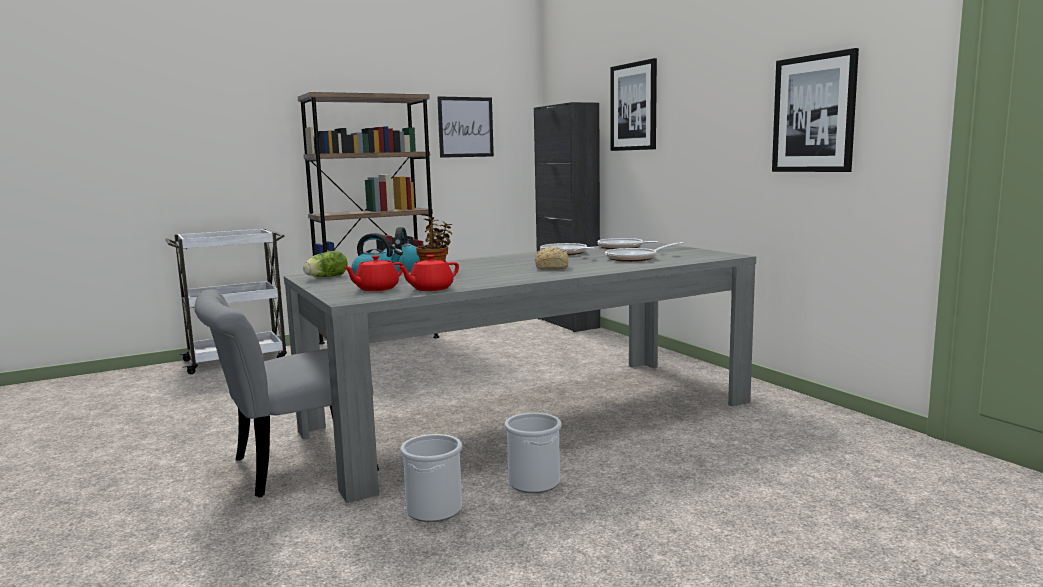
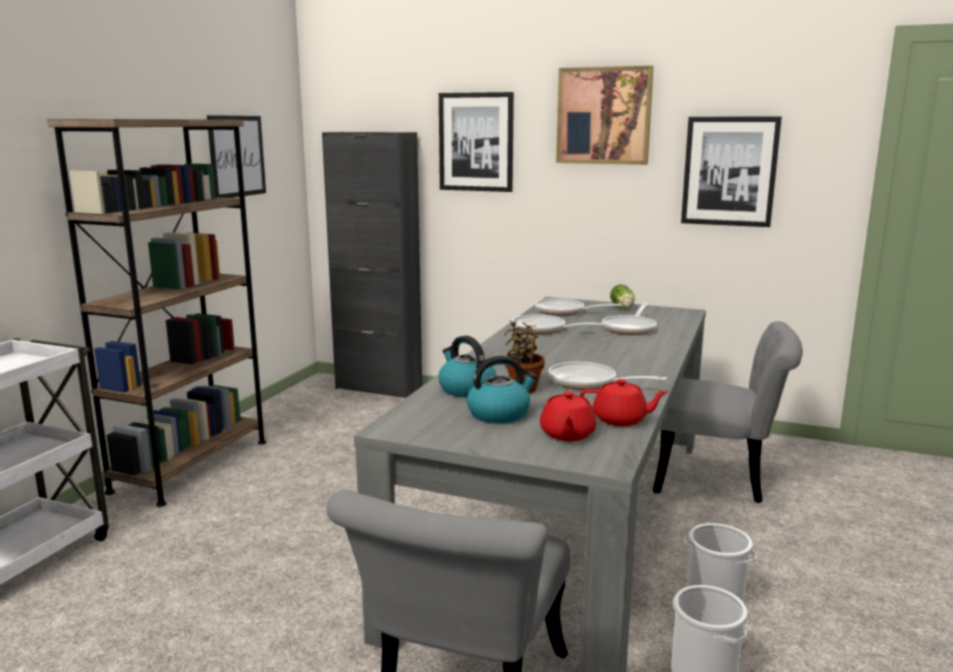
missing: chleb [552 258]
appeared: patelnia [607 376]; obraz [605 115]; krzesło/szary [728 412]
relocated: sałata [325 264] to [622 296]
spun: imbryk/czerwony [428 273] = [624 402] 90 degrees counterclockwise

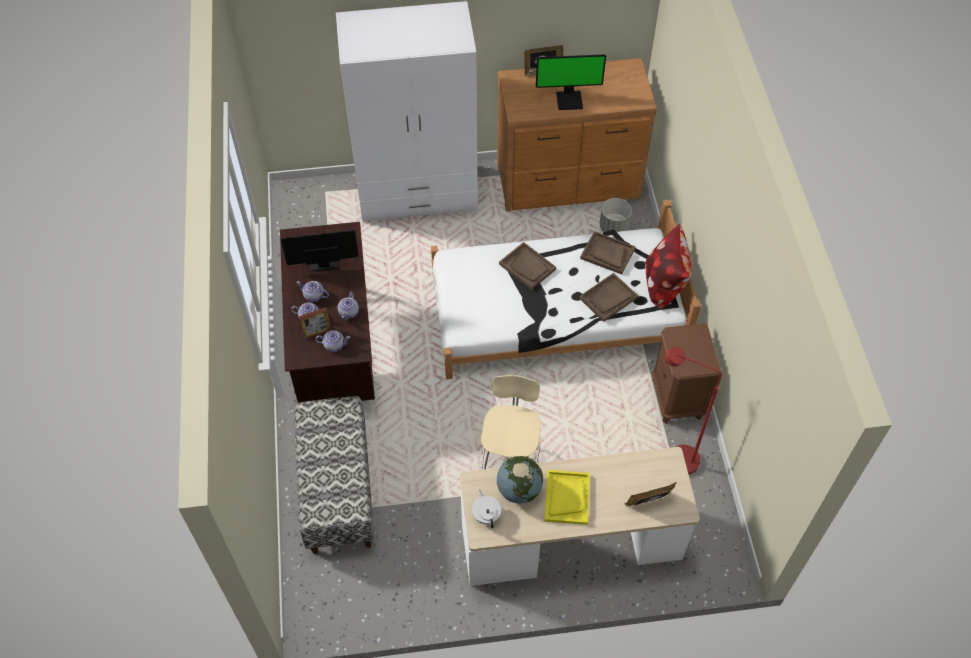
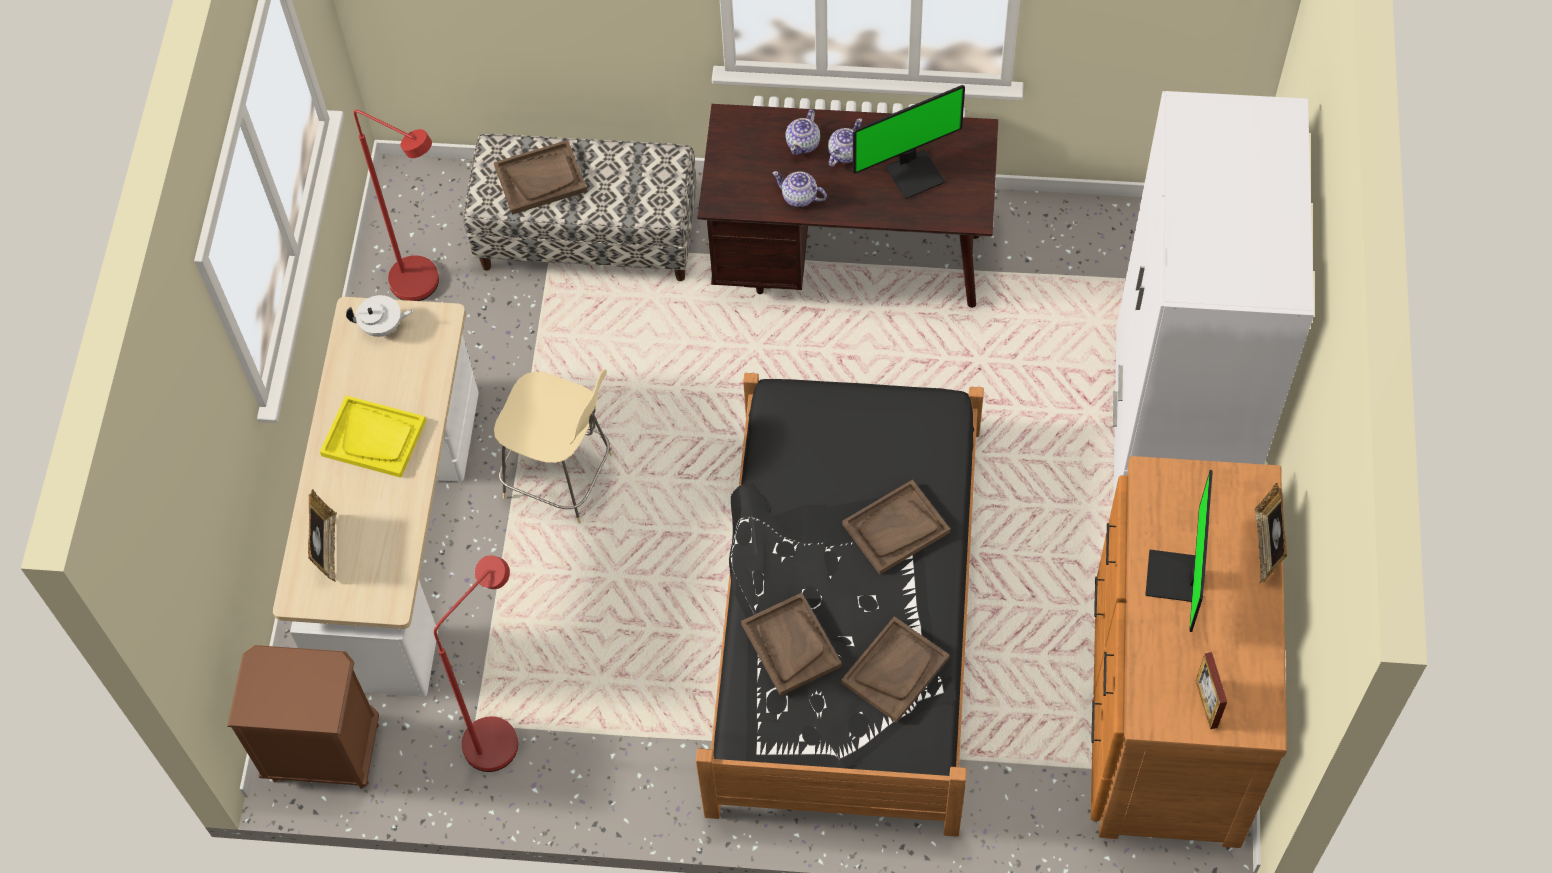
missing: imbryk [333 341]; globus [520 480]; donica/szary [616 215]; poduszka [668 266]
appeared: lampa stojąca/czerwony [396 205]; taca/brązowy [540 177]
relocated: ramka na zdjęcie [315 323] to [1211 690]; szafka nocna/brązowy [686 373] to [303 717]
colour: łóżko/biały [566 289] to łóżko/czarny [840 605]
spun: monitor [320 251] = [909 142] 60 degrees clockwise

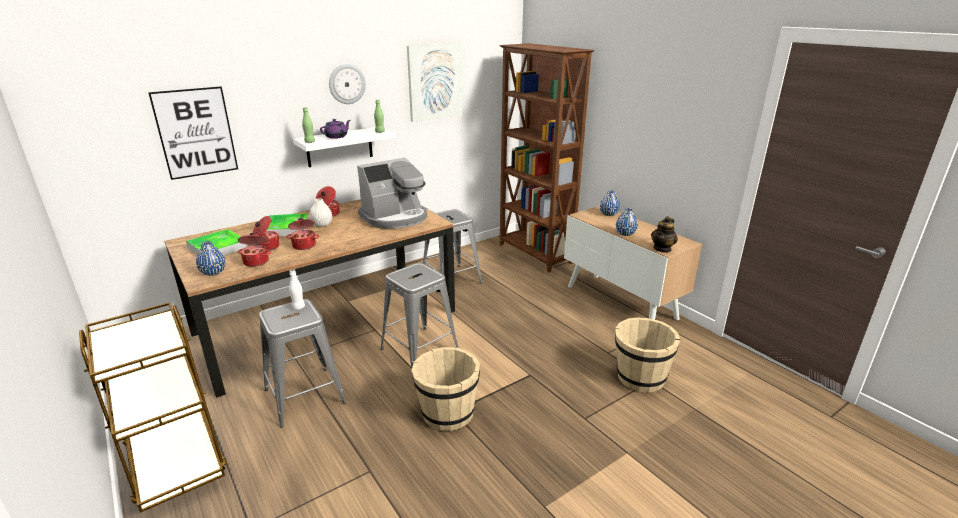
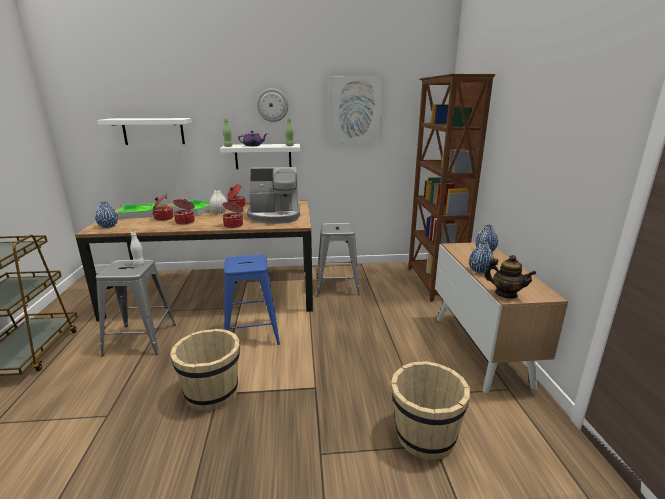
relocated: garnek [254 250] to [233 215]
exchanged: obraz [193 133] to półka/biały [144 131]
colour: stołek/szary [419 319] to stołek/niebieski [252 299]
spun: imbryk [664 234] = [510 276] 120 degrees counterclockwise

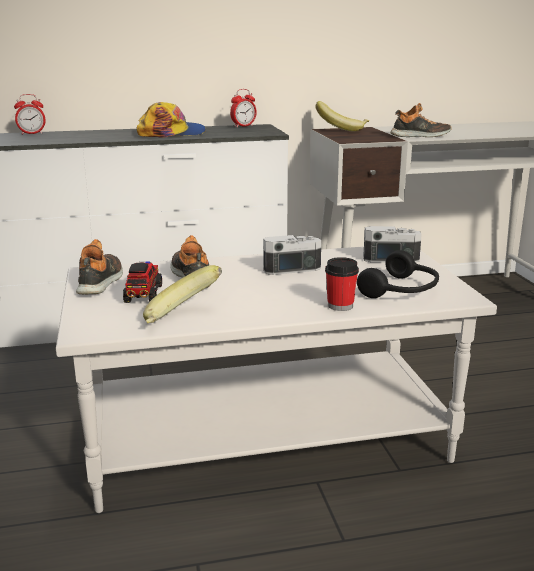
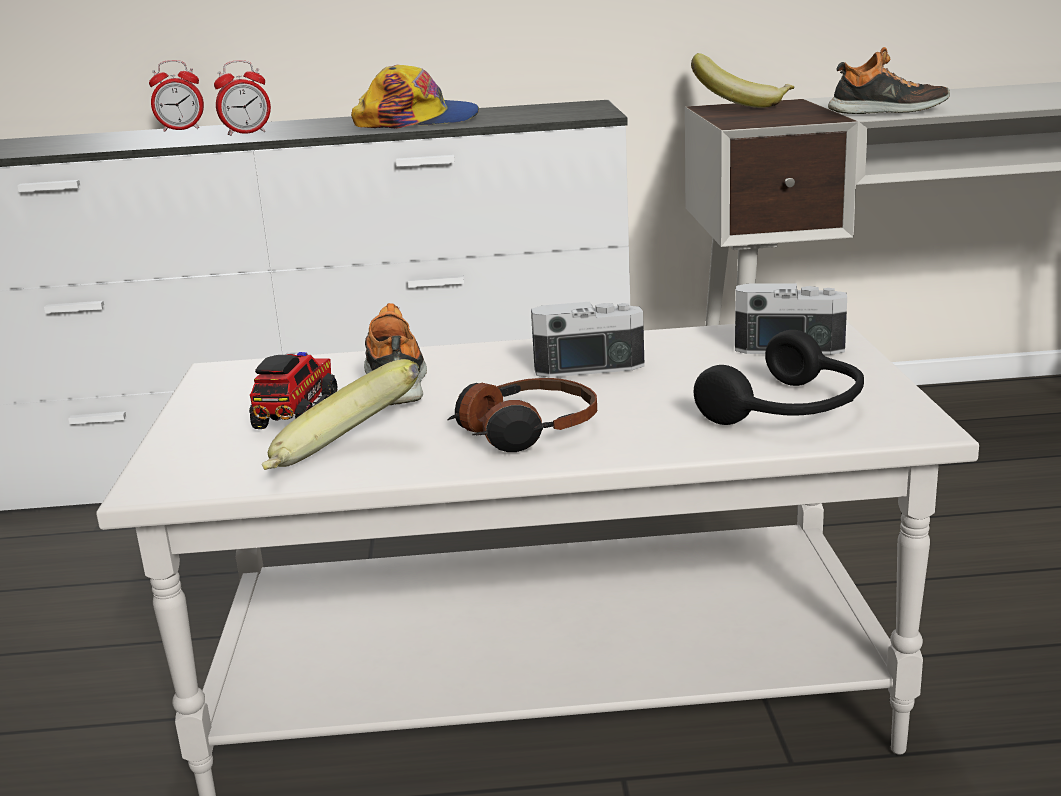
missing: but [99 266]; filiżanka [342 284]
appeared: słuchawki [522 415]
relocated: budzik [243 108] to [242 98]

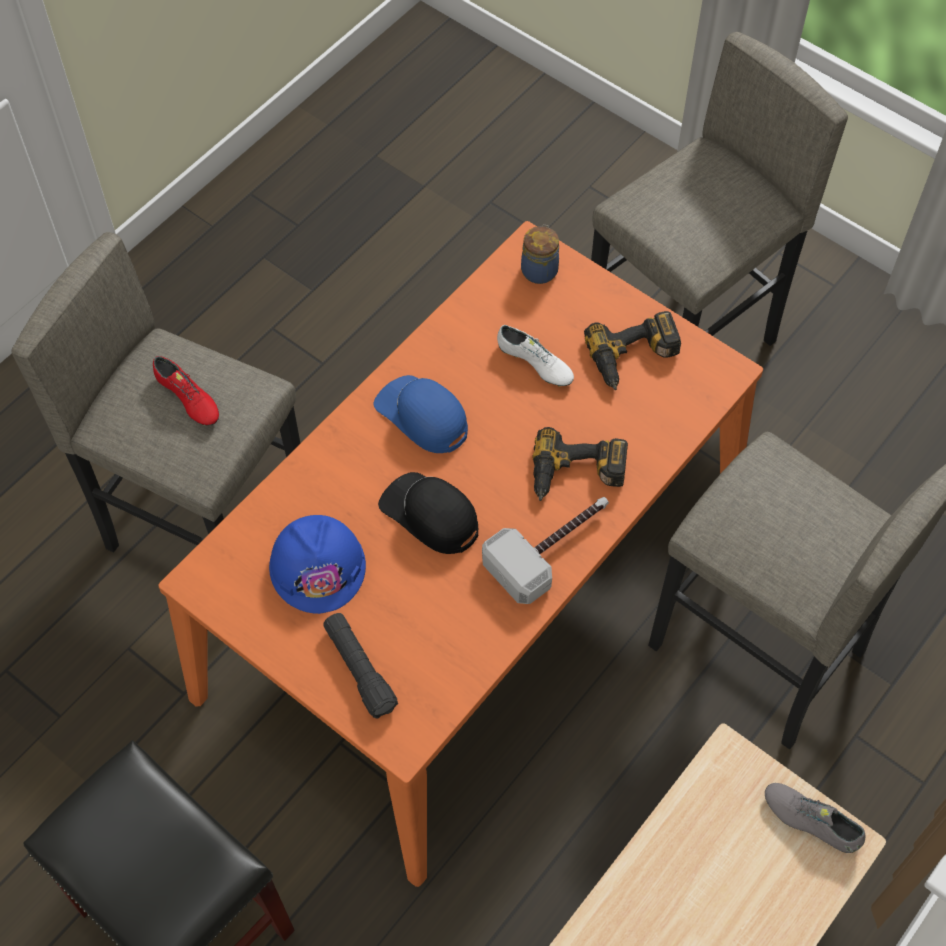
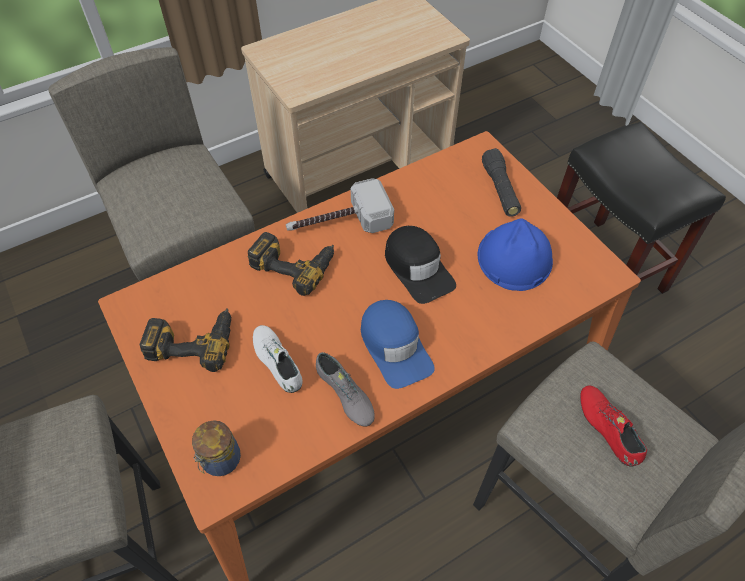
relocated: but/szary [815 818] to [345 389]

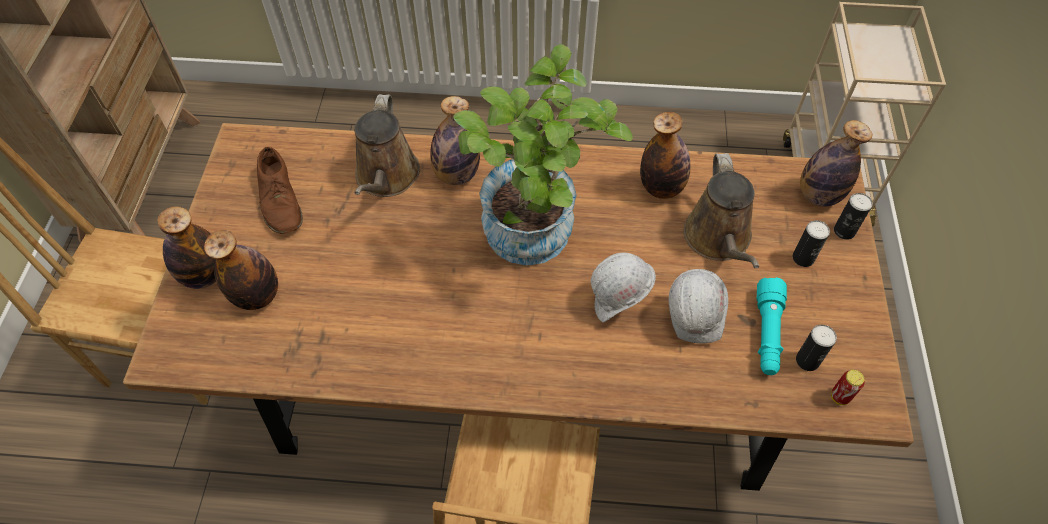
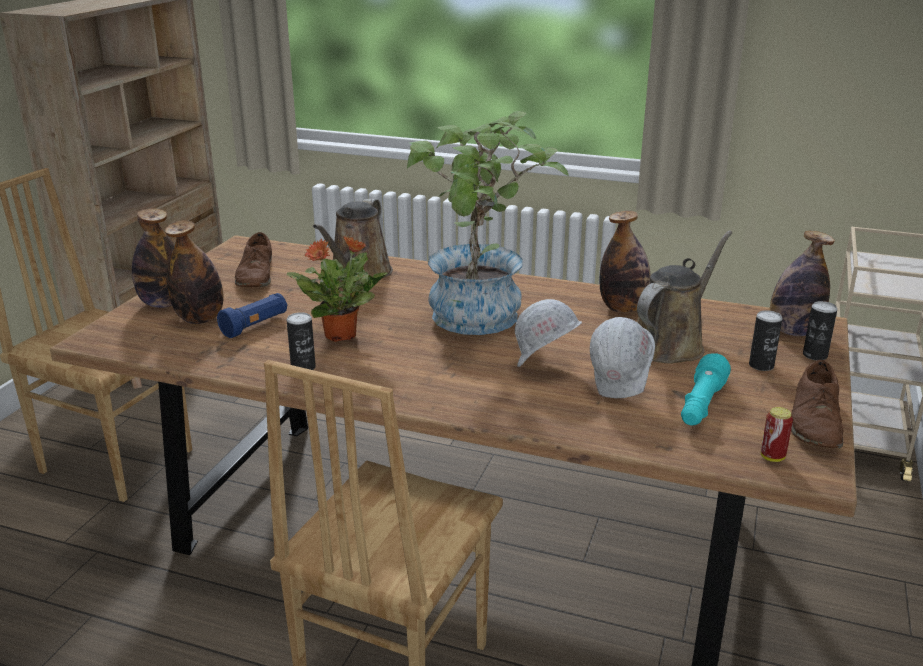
missing: butelka [455 140]
appeared: latarka/niebieski [252 315]; roślina doniczkowa [337 289]; but/brązowy [817 404]
relocated: puszka [816 348] to [301 341]
spun: konewka/brązowy [721 210] = [684 297] 150 degrees counterclockwise

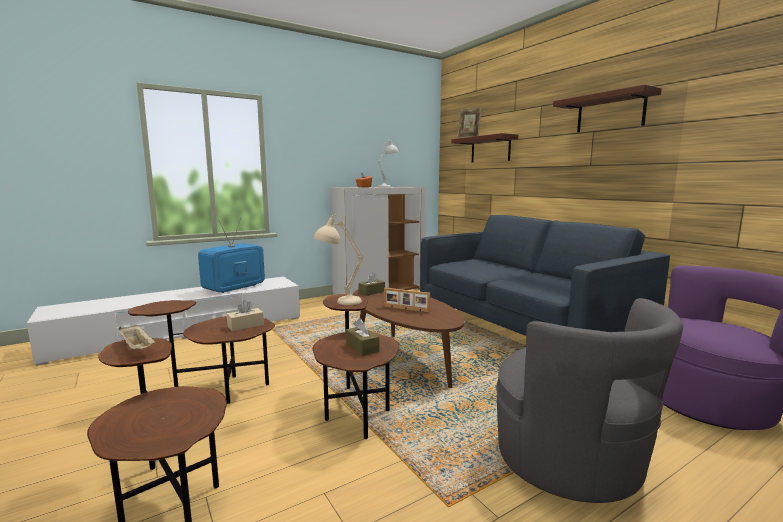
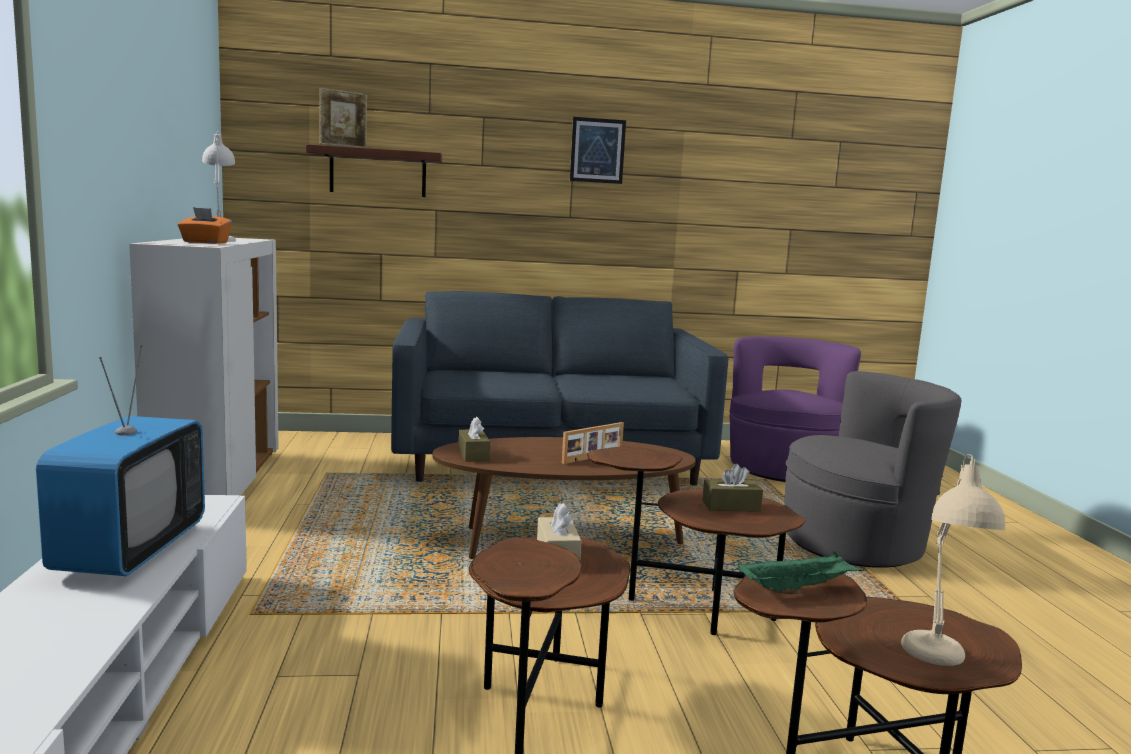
relocated: lampa stołowa/beżowy [338 260] to [953 560]
exchanged: półka/brązowy [607 108] to obraz [598 150]
colour: taca/beżowy [137 337] to taca/zielony [800 572]
spun: telewizor [231 255] = [120 460] 150 degrees counterclockwise

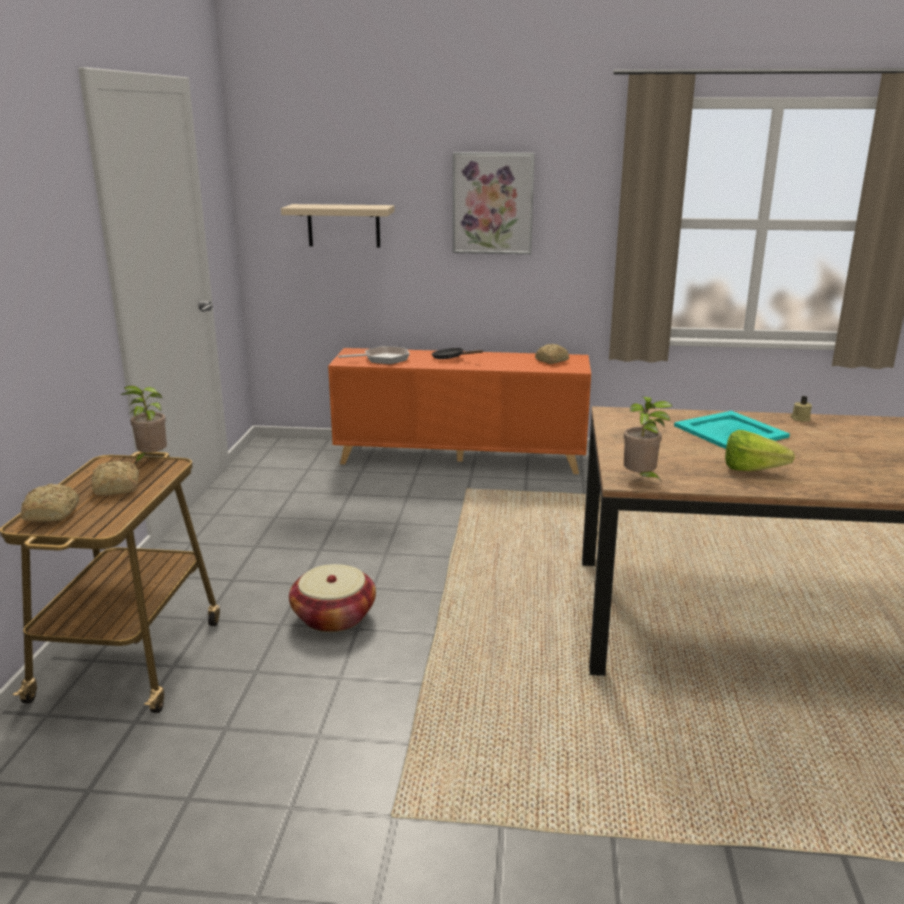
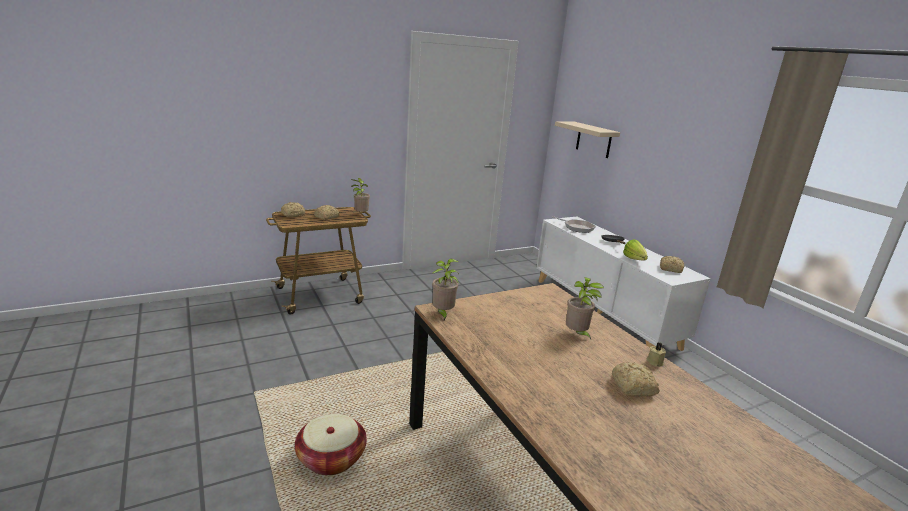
missing: obraz [494 203]
appeared: chleb [636 379]
relocated: koszyk [332 598] to [331 444]; sałata [760 450] to [635 250]
exchanged: taca/turkusowy [732 430] to roślina doniczkowa [585 308]
colour: szafka/pomarańczowy [459 411] to szafka/biały [623 284]

